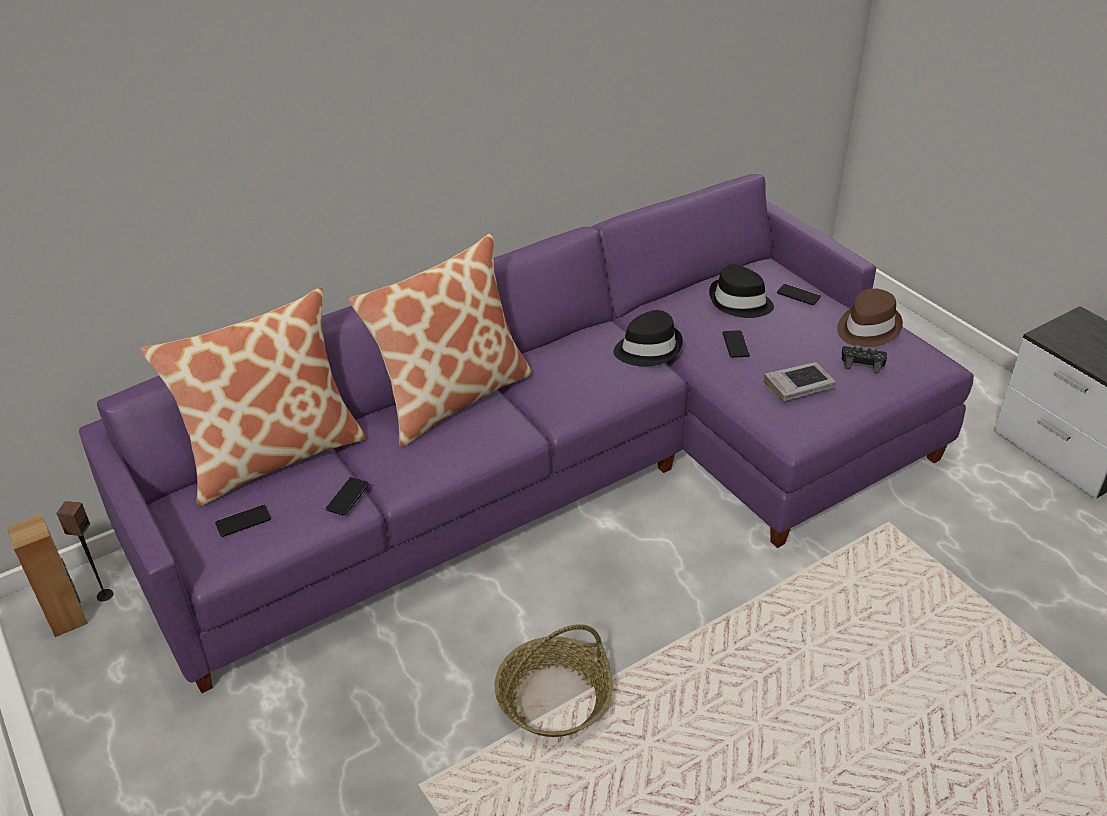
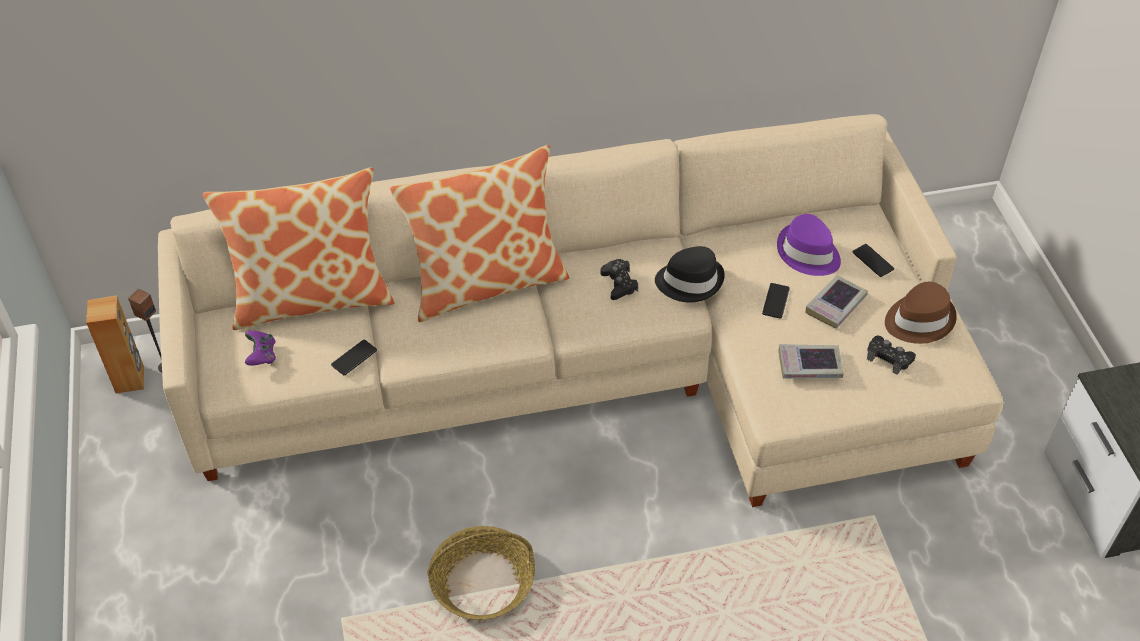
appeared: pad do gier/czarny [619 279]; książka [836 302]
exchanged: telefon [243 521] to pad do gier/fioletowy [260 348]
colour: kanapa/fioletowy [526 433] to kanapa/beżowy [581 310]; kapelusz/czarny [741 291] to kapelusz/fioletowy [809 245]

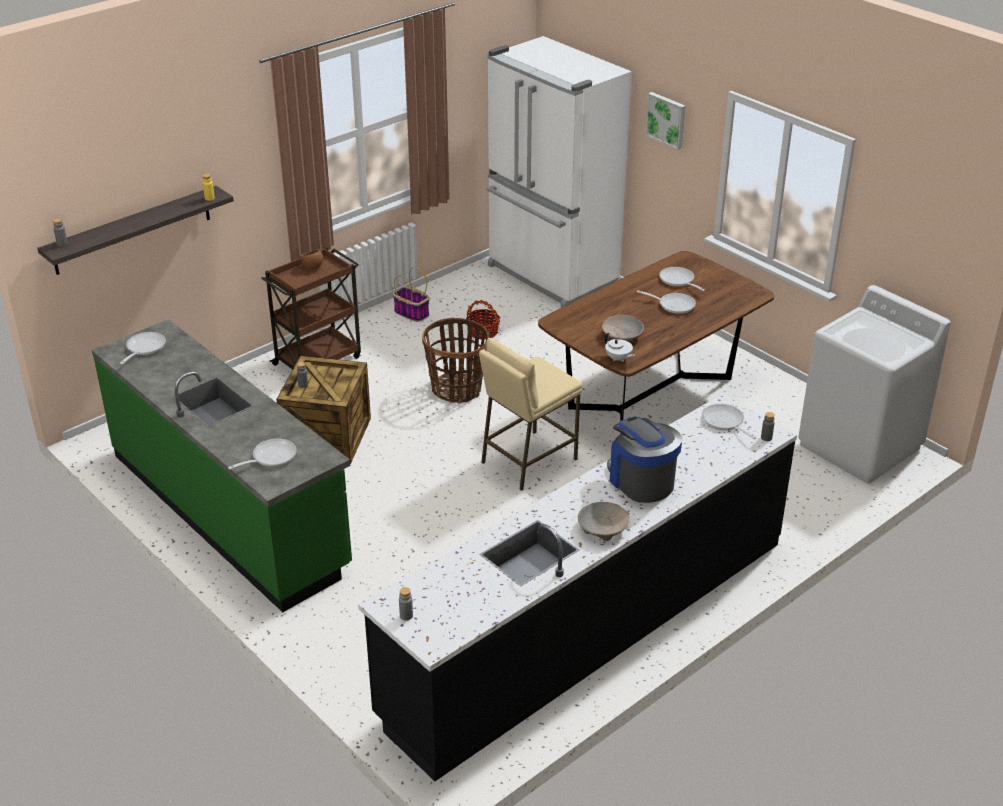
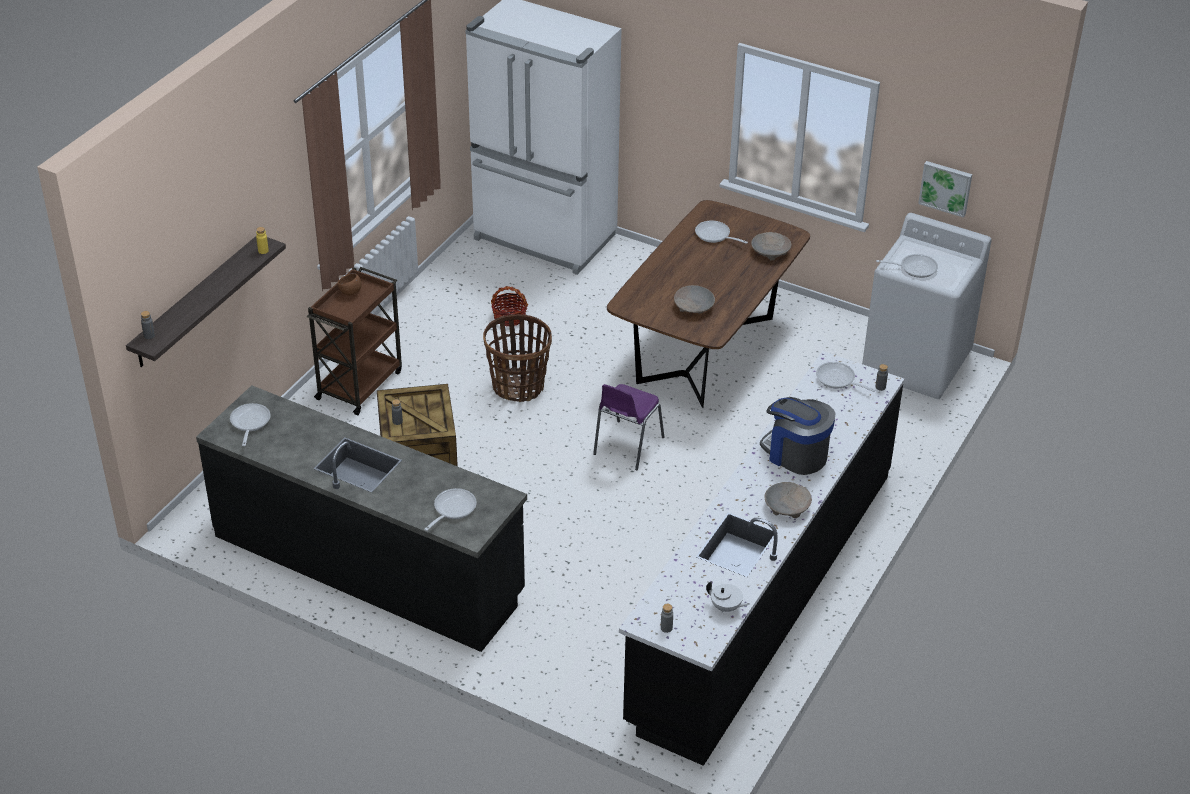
missing: koszyk [411 294]
appeared: miska/beżowy [771 246]
relocated: imbryk/biały [620 347] to [728 597]; patelnia [666 302] to [907 266]; obraz [665 121] to [945 189]
exchanged: stołek/beżowy [530 414] to krzesło/fioletowy [628 427]
colour: zabudowa kuchenna/zielony [222 465] to zabudowa kuchenna/czarny [361 518]

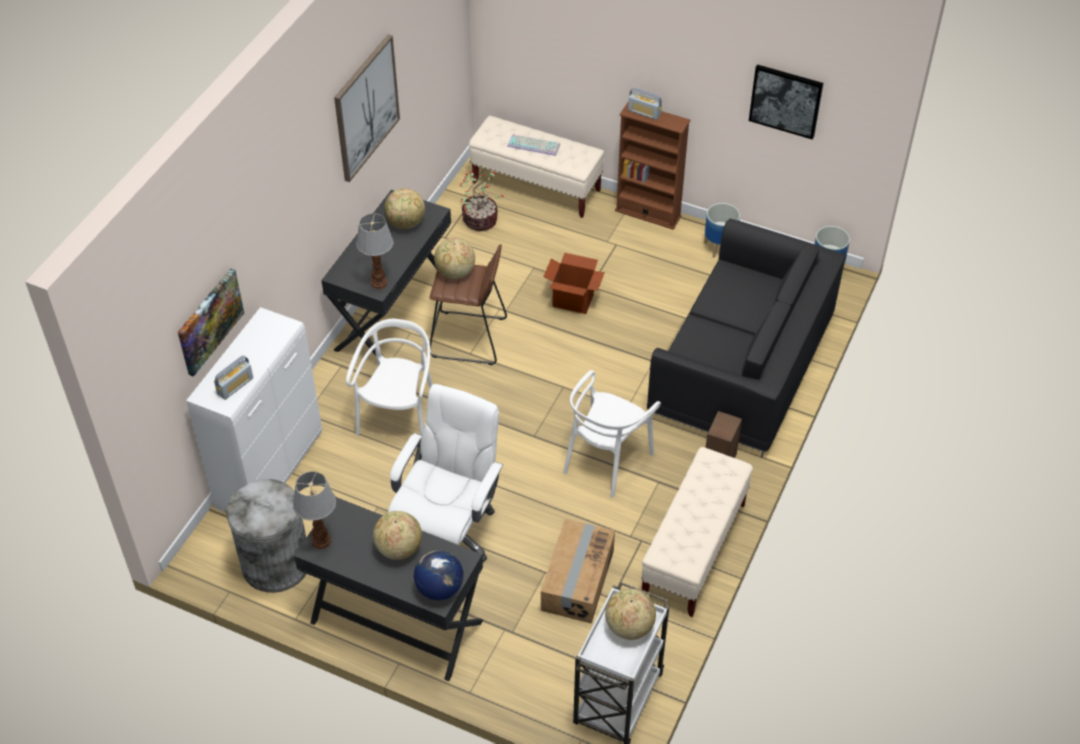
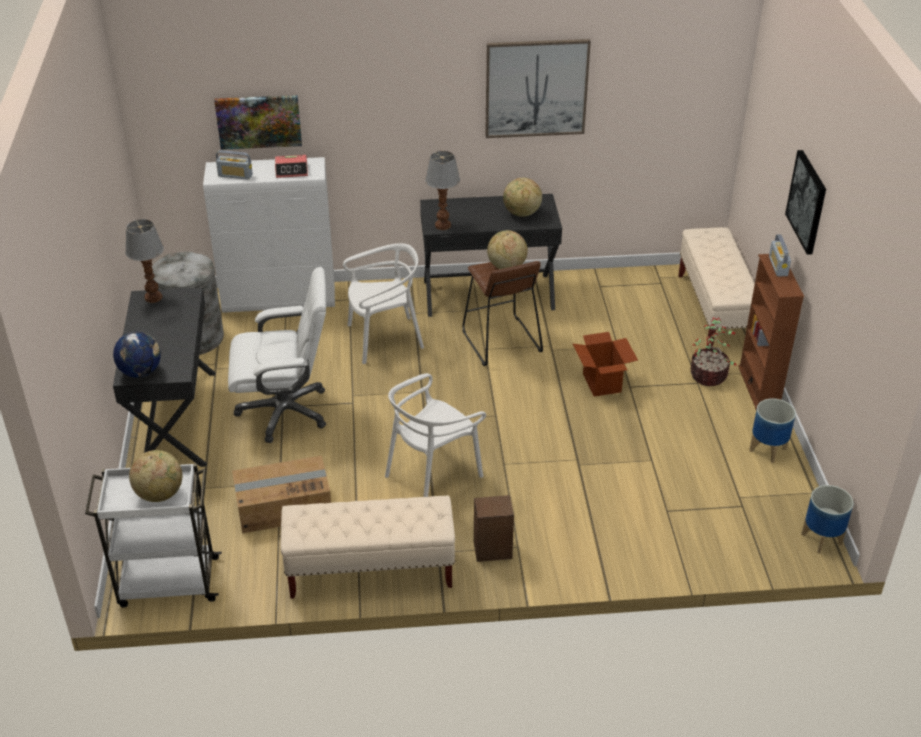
missing: globus [397 535]; klawiatura [533 145]; kanapa/czarny [746 338]
appeared: budzik [291 166]
relocated: roślina doniczkowa [481 201] to [713 352]; obraz [786 102] to [805 202]
spun: krzesło/biały [612 434] = [435 435] 45 degrees counterclockwise

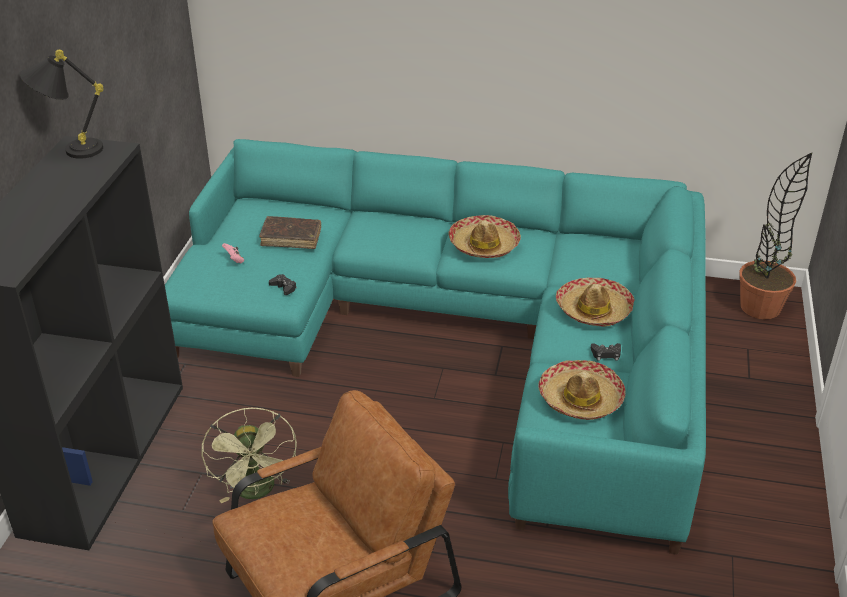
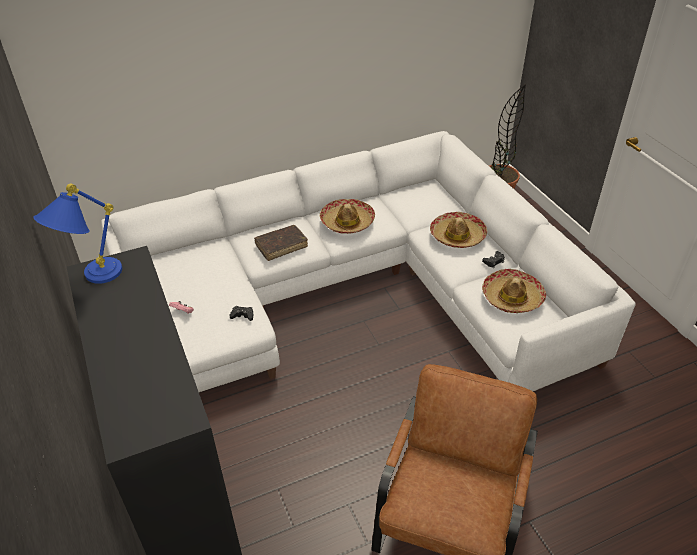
missing: wentylator/zielony [249 455]
relocated: książka/brązowy [290 232] to [281 243]
colour: lampa stołowa/czarny [61 104] to lampa stołowa/niebieski [77 233]; kanapa/turkusowy [435 347] to kanapa/biały [368 261]

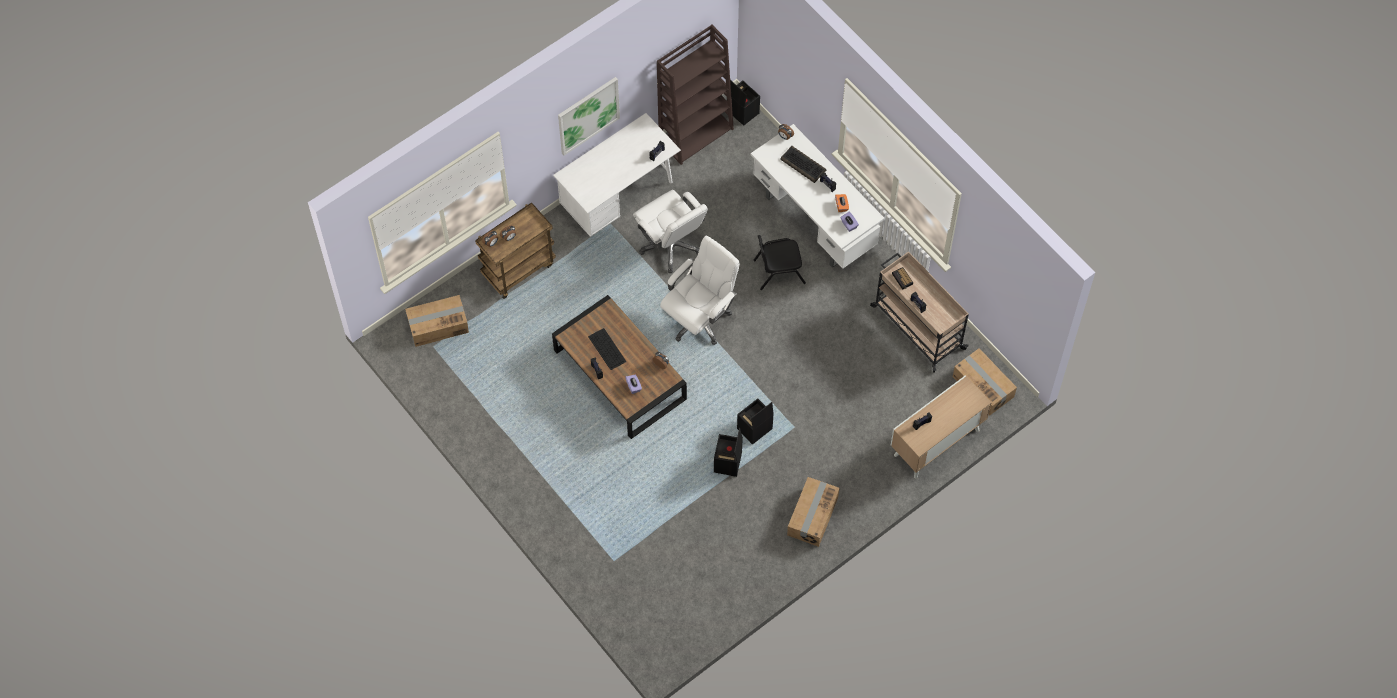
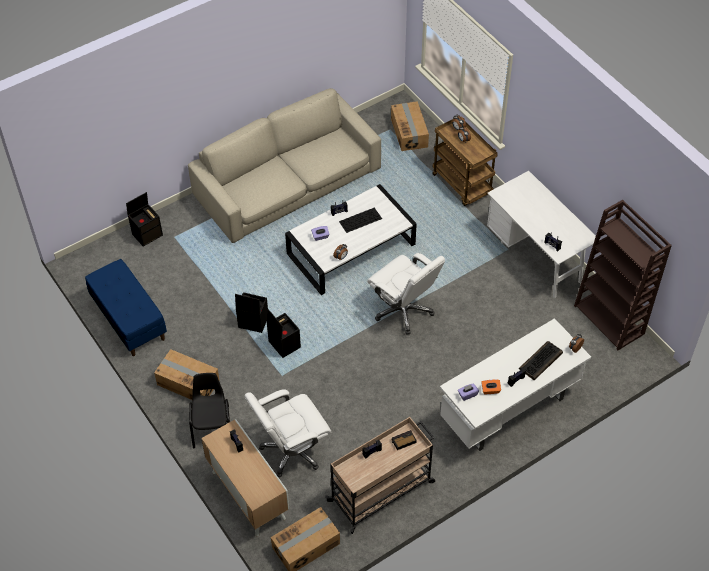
missing: obraz [589 116]
appeared: ławka/niebieski [126 307]; kanapa/beżowy [284 165]
relocated: krzesło biurowe/biały [670 231] to [287 433]; pojemnik do przechowywania/czarny [745 103] to [144 219]; krzesło/czarny [780 262] to [209 411]
colour: ława/brązowy [619 367] to ława/biały [351 239]

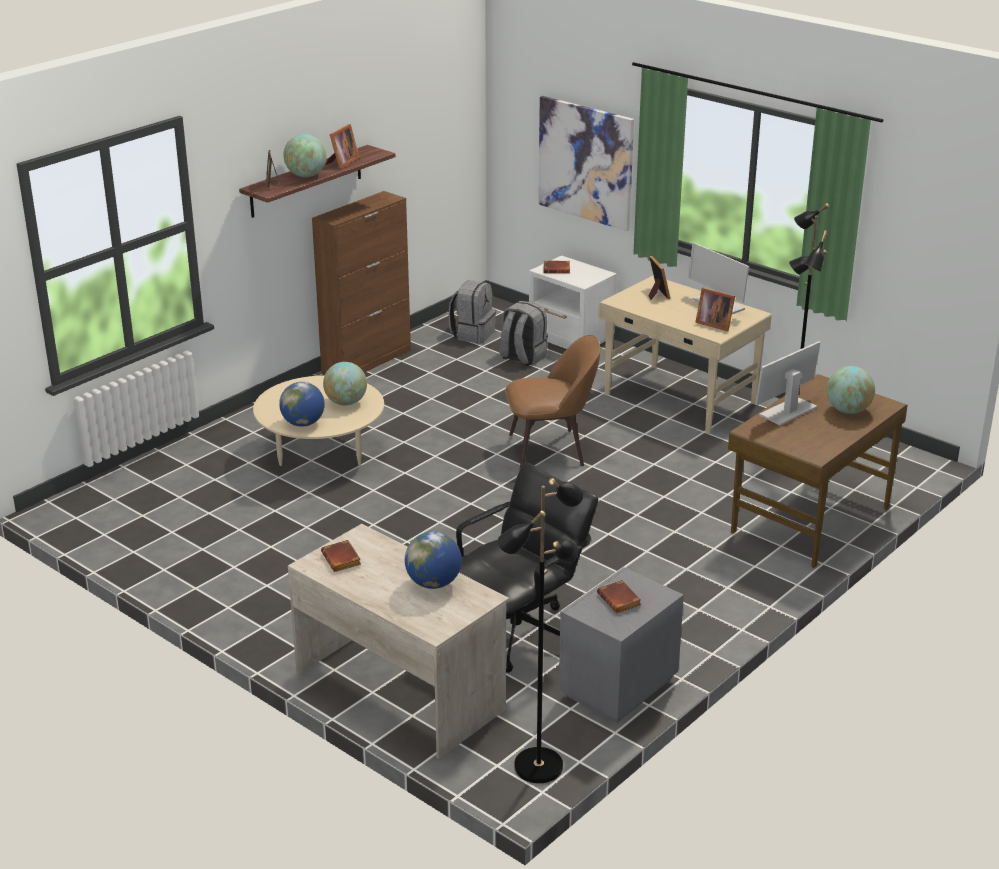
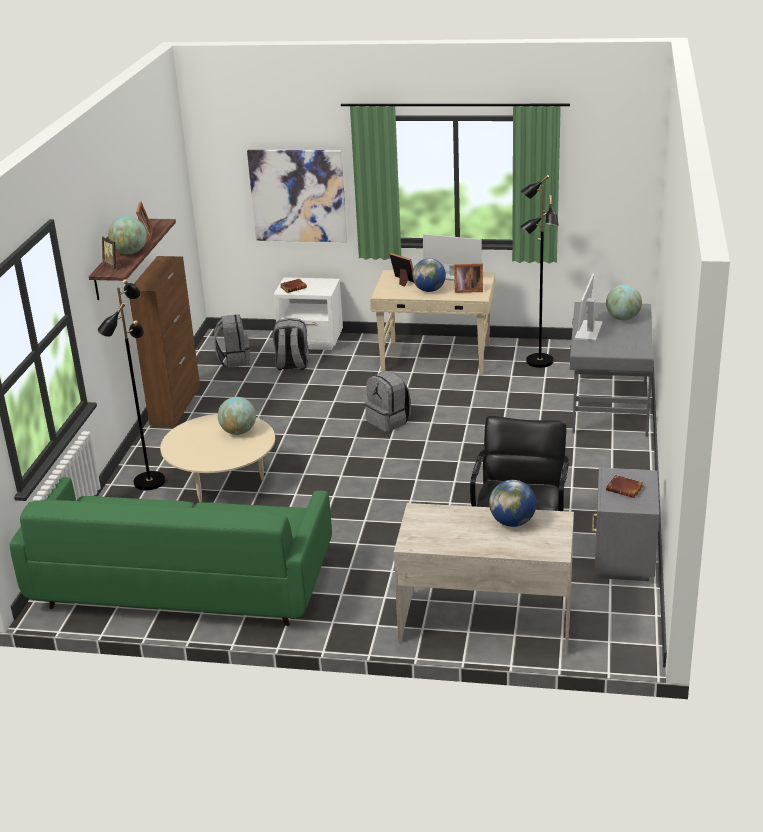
missing: książka/brązowy [341 556]
appeared: kanapa/zielony [171 551]
relocated: globus [302 404] to [429 275]; lampa stojąca/czarny [540 630] to [131 384]
exchanged: krzesło/brązowy [552 402] to plecak/szary [388 401]
colour: biurko/brązowy [818 471] to biurko/szary [611 369]

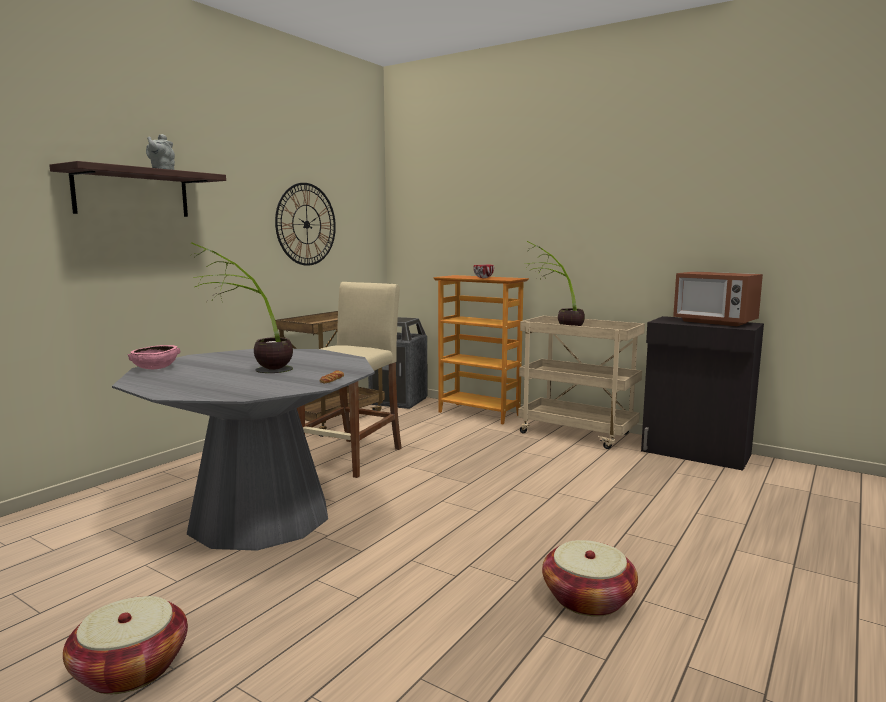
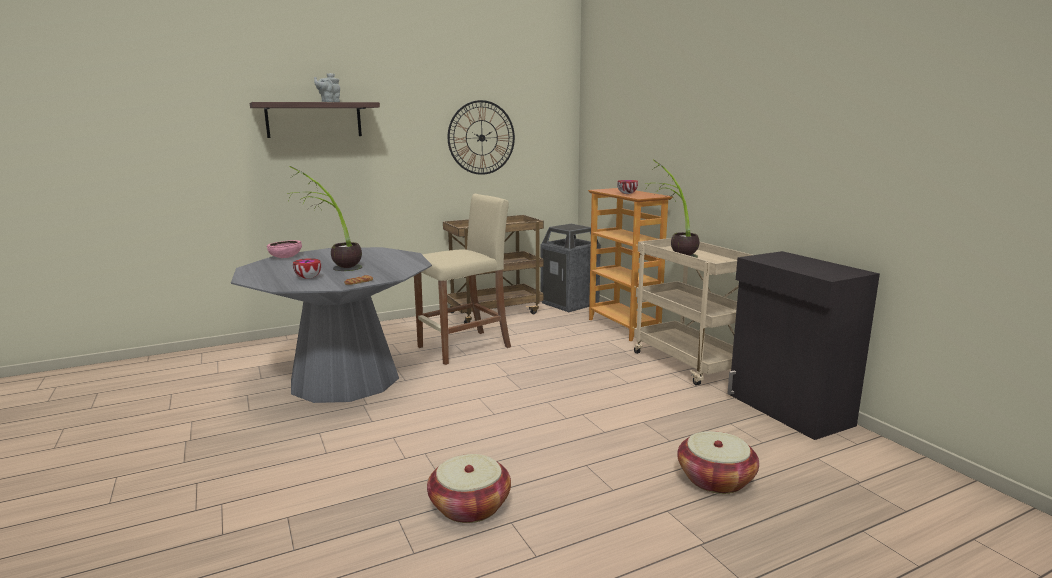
missing: mikrofalówka [718 298]
appeared: miska [307 268]
relocated: koszyk [125 645] to [718 462]

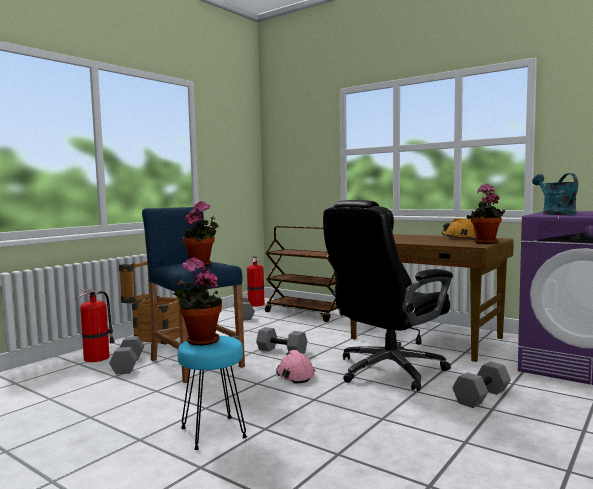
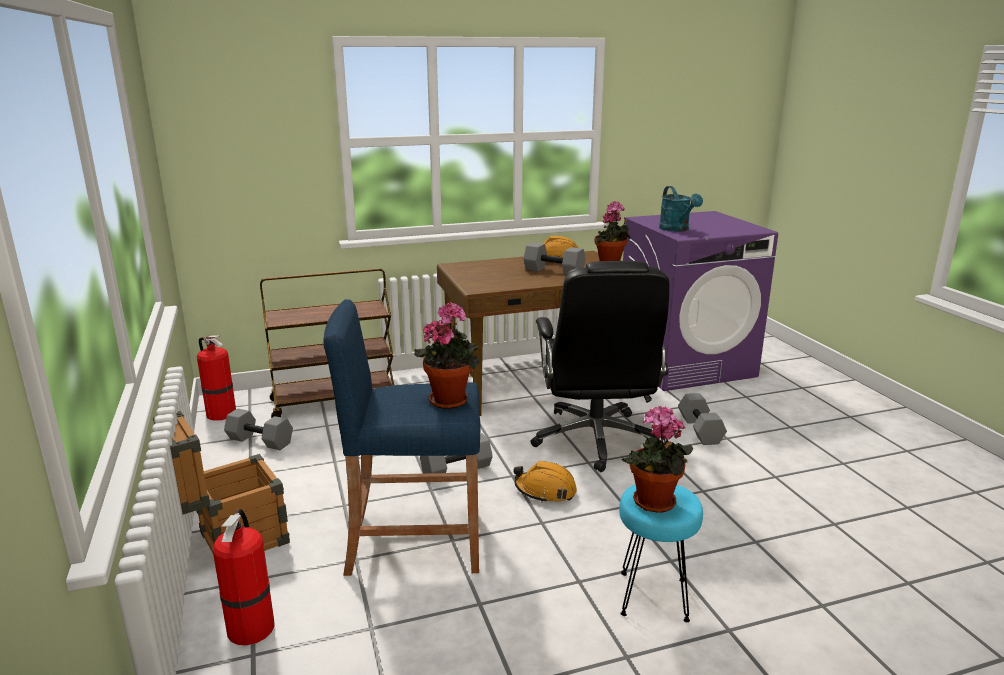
relocated: hantel/szary [126 355] to [554 258]
colour: kask/różowy [295 367] to kask/pomarańczowy [545 482]
spun: konewka/turkusowy [555 194] = [681 209] 135 degrees counterclockwise

